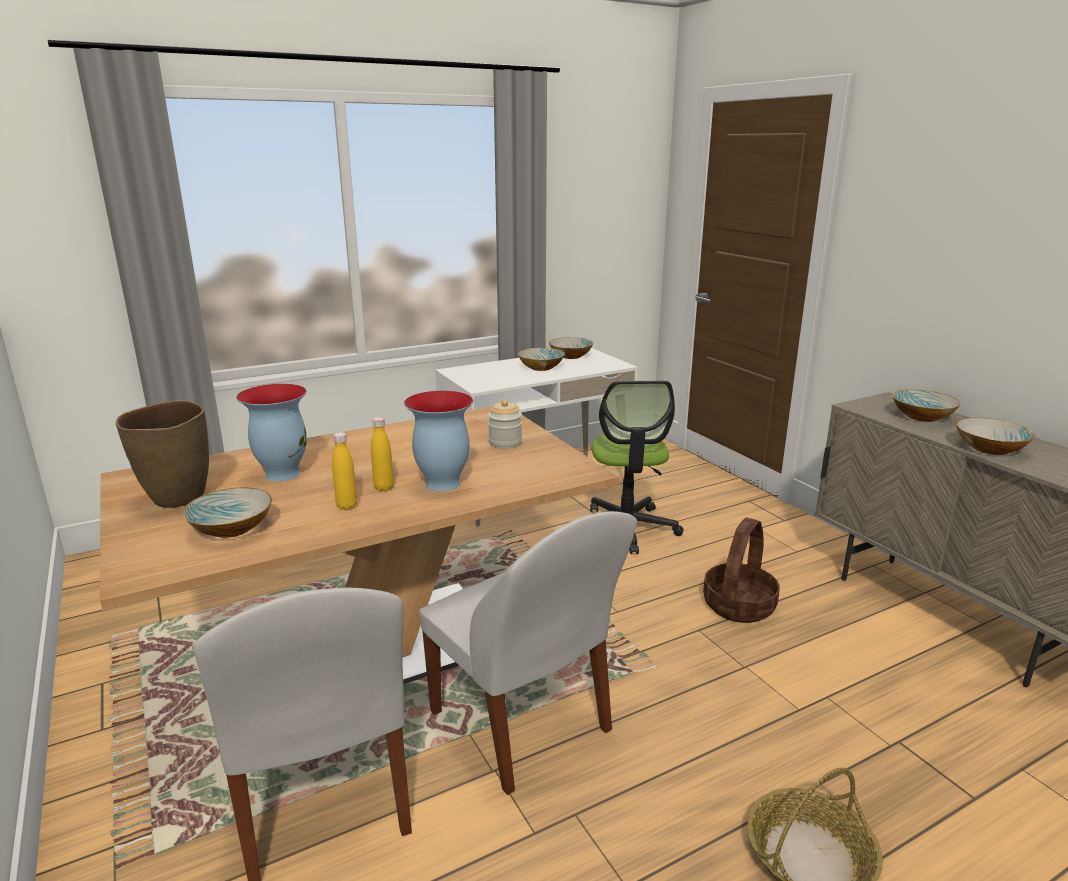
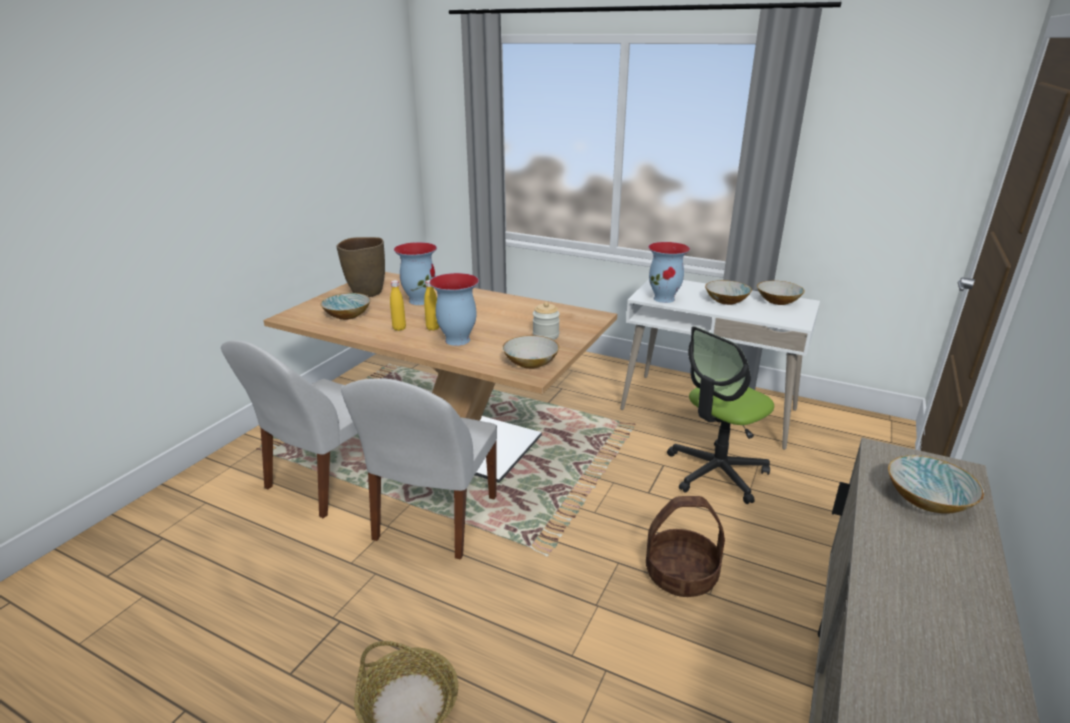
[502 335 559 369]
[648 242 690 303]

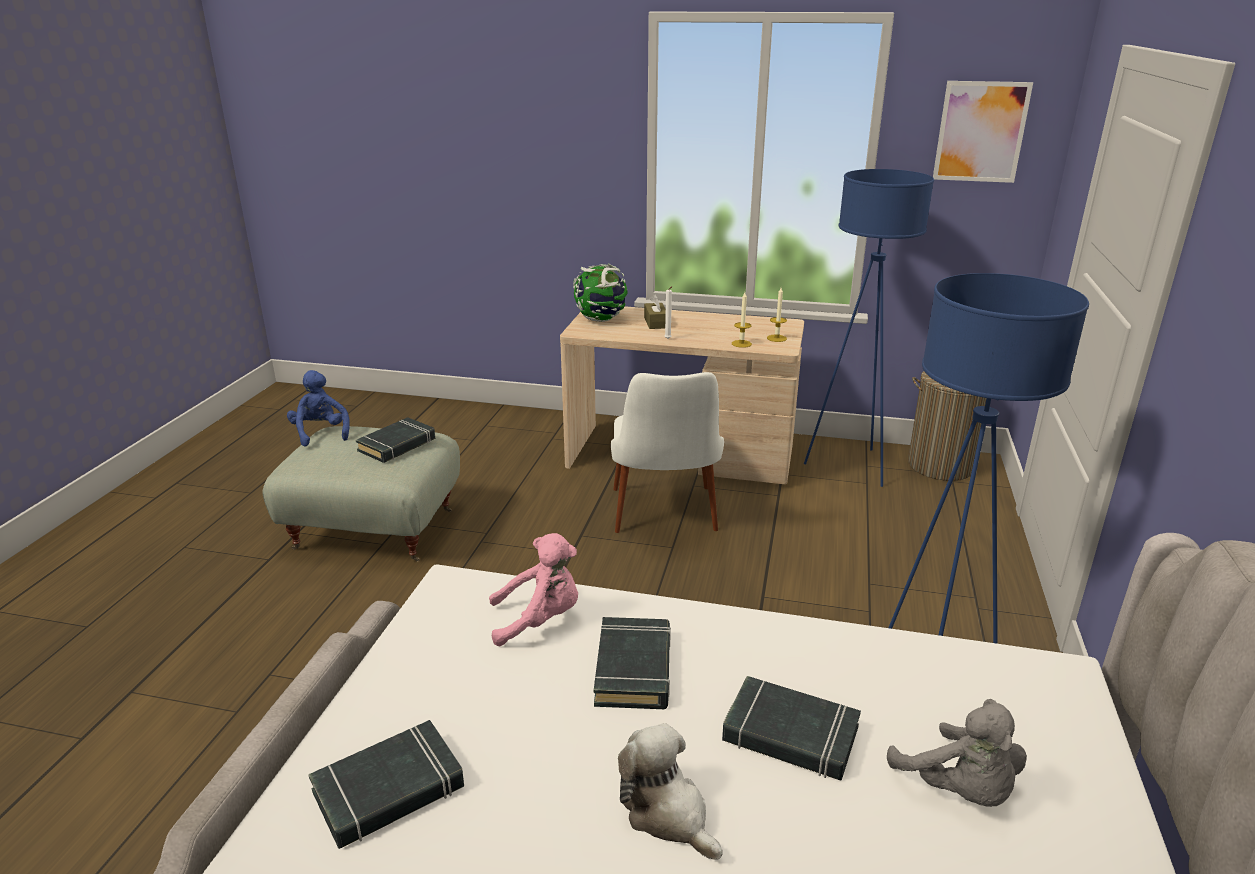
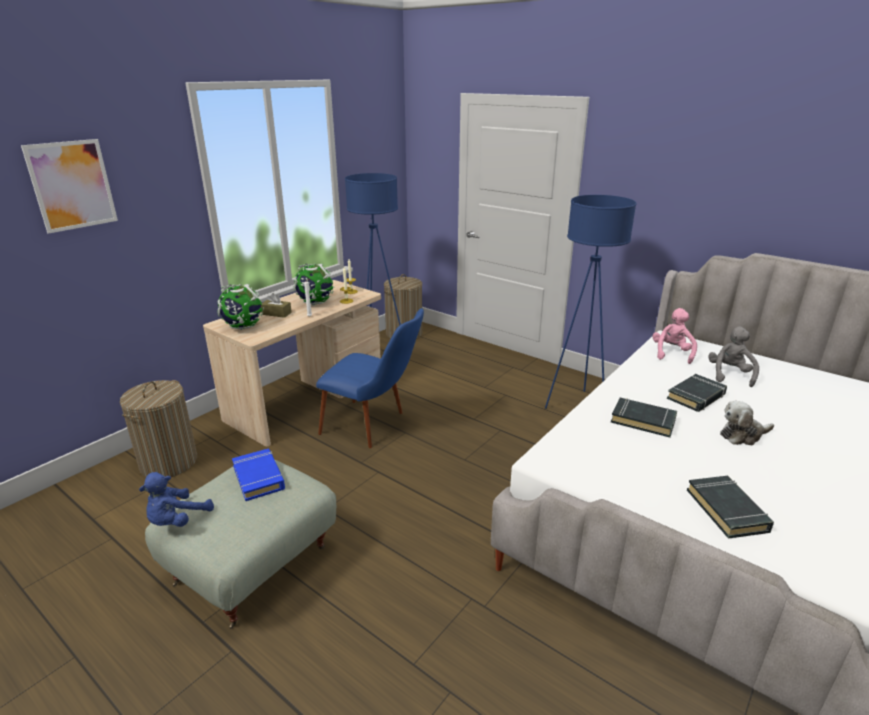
[21 139 118 234]
[120 380 197 477]
[139 472 214 527]
[232 449 285 501]
[294 263 335 305]
[316 308 424 448]
[653 308 697 364]
[708 326 759 387]

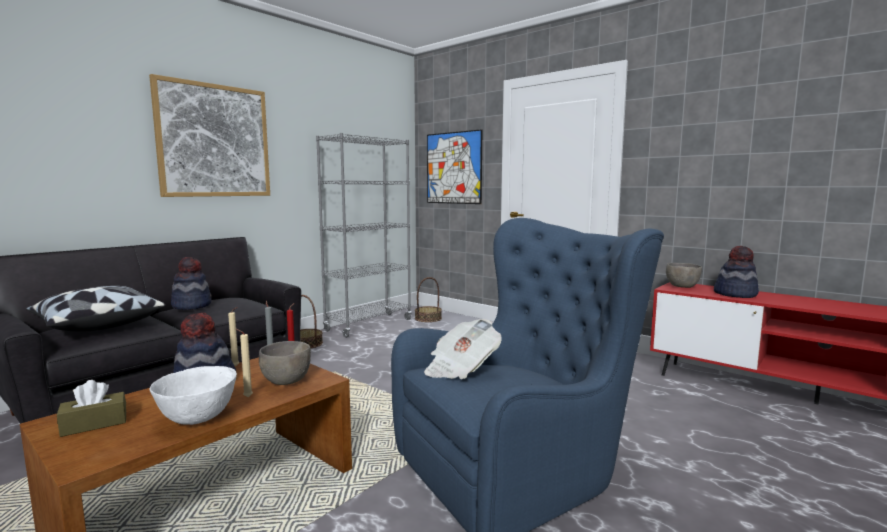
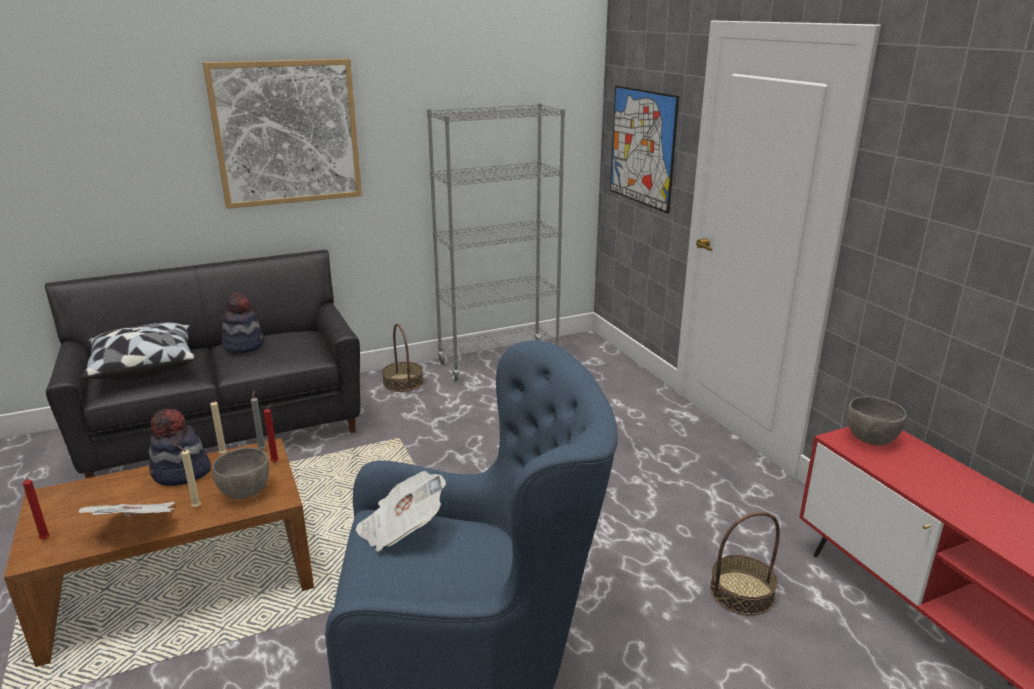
[23 471 50 540]
[78 502 175 517]
[710 512 780 616]
[57 380 126 437] (first image)
[714 246 759 298] (first image)

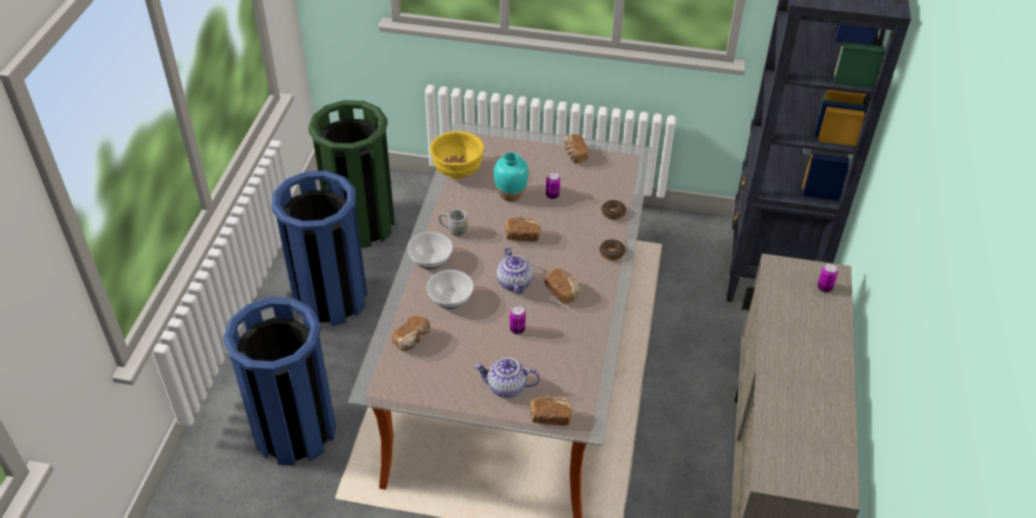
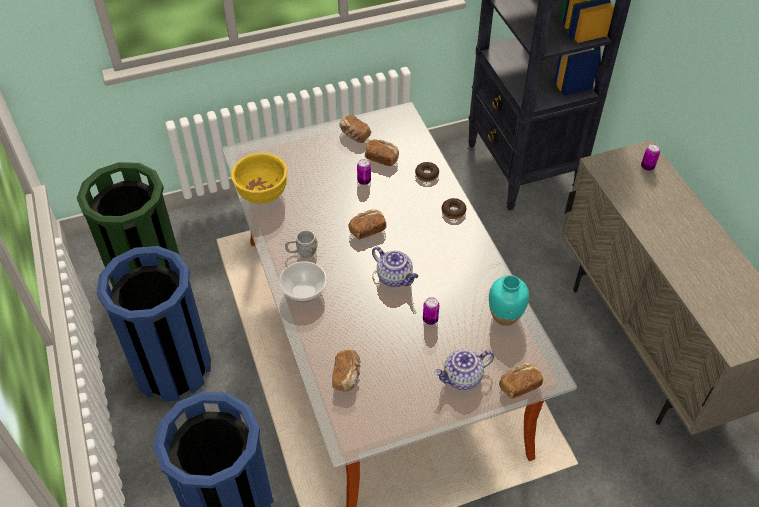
[365 139 399 166]
[489 275 529 326]
[427 270 474 309] (first image)

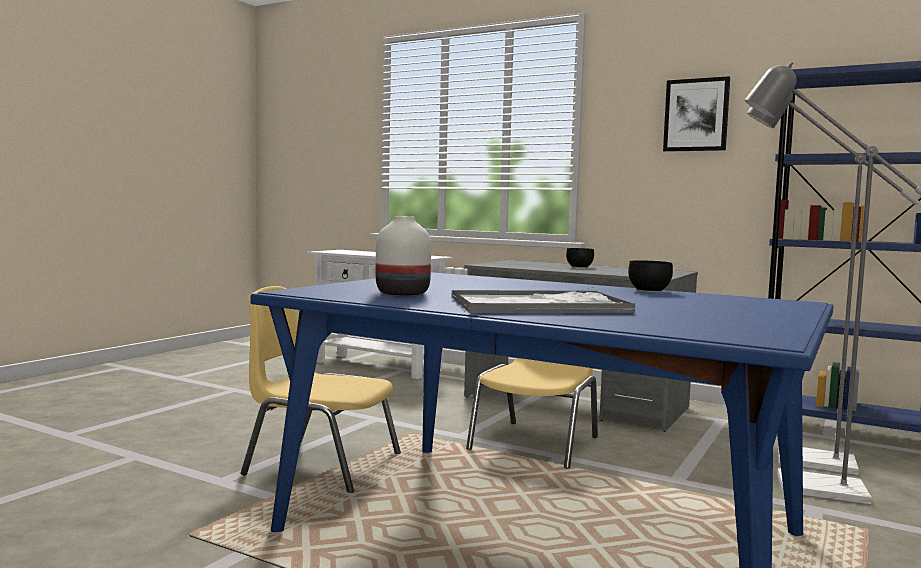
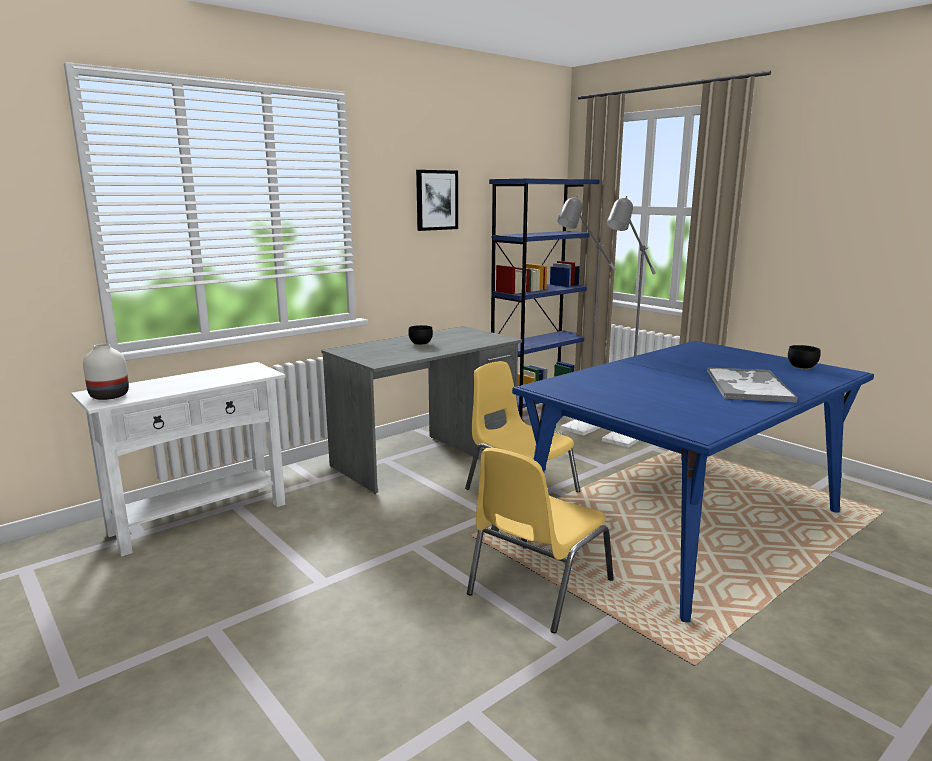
[83 344 129 400]
[788 345 821 369]

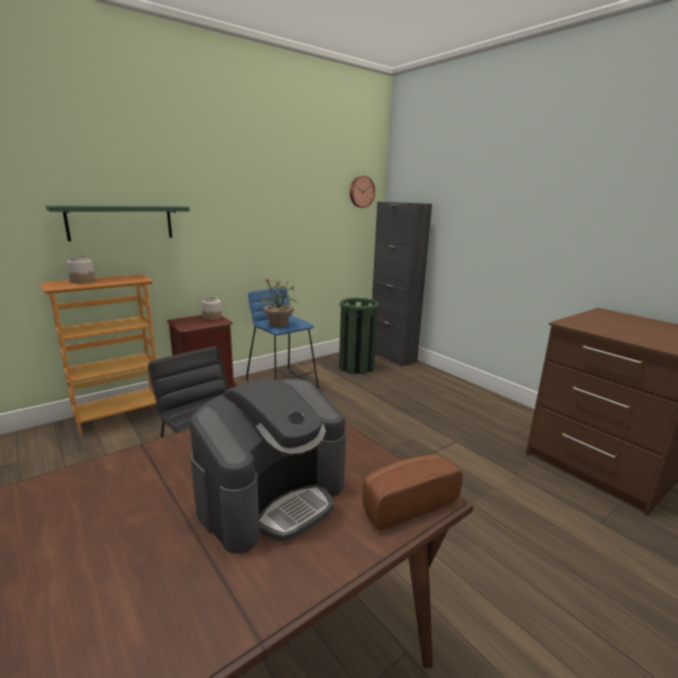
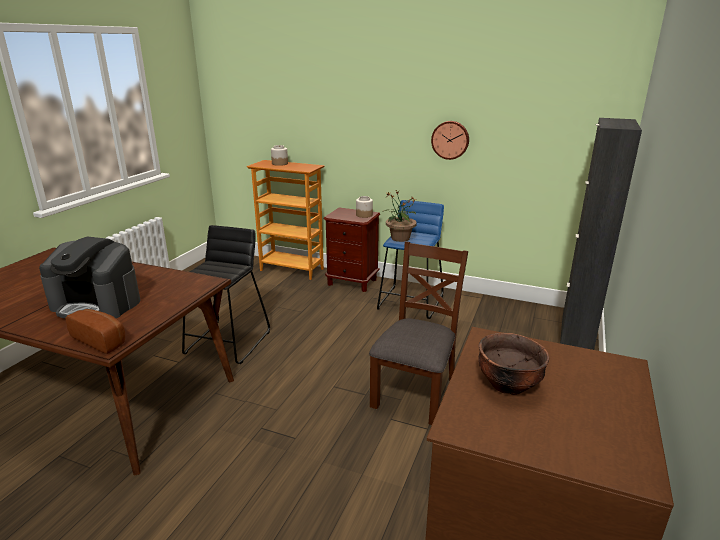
[369 242 468 425]
[431 121 469 160]
[478 333 549 395]
[46 205 190 241] (first image)
[339 298 379 375] (first image)

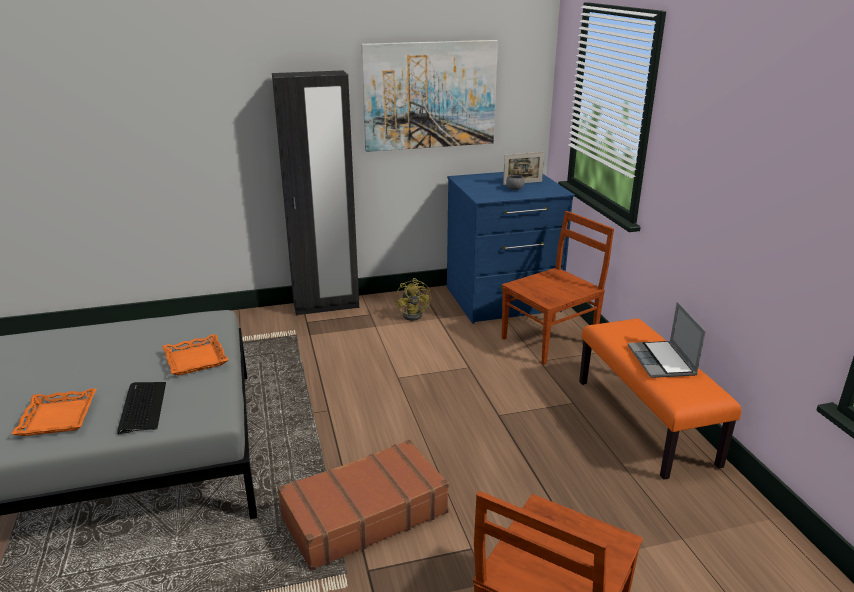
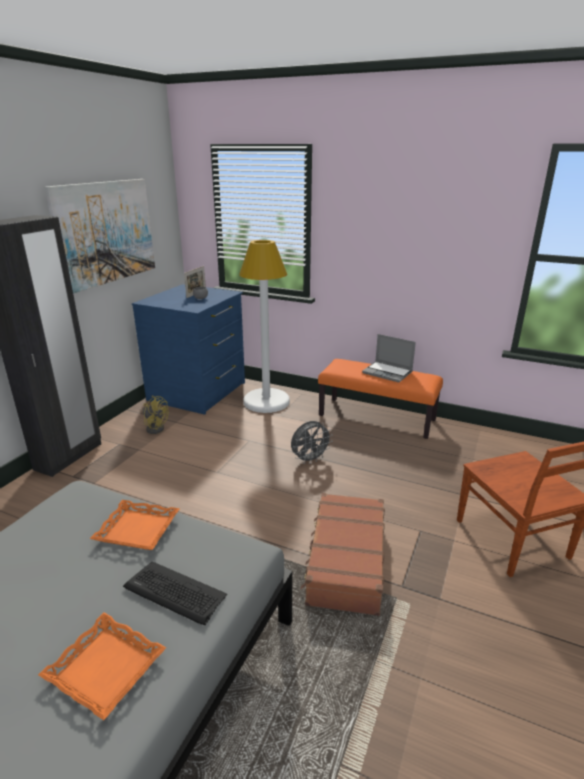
[239 240 290 413]
[291 421 333 464]

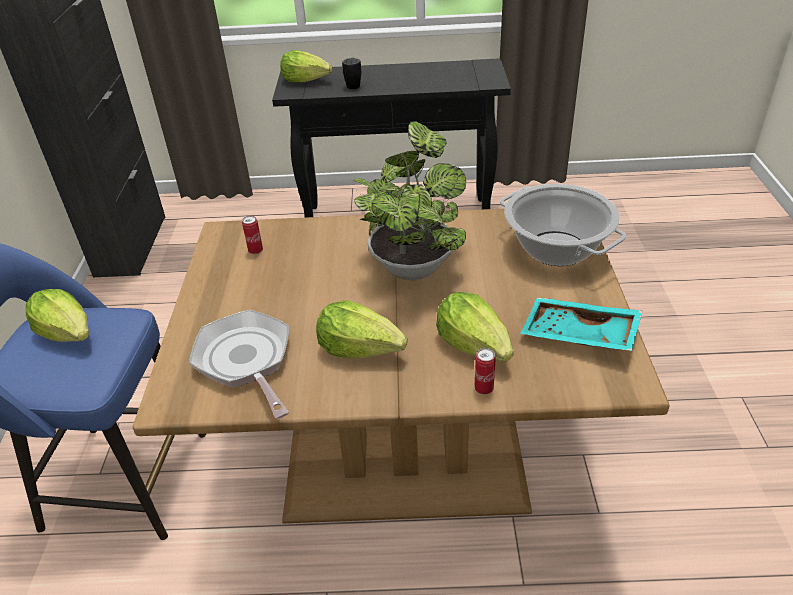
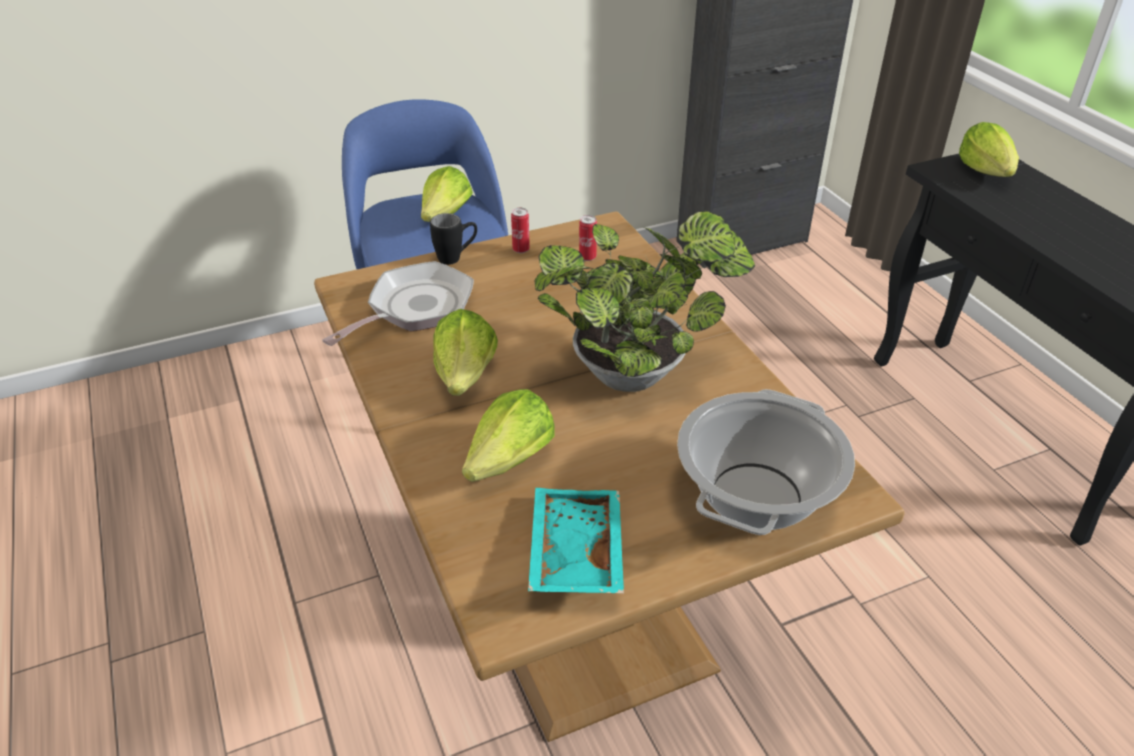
[430 213 477 265]
[511 207 530 253]

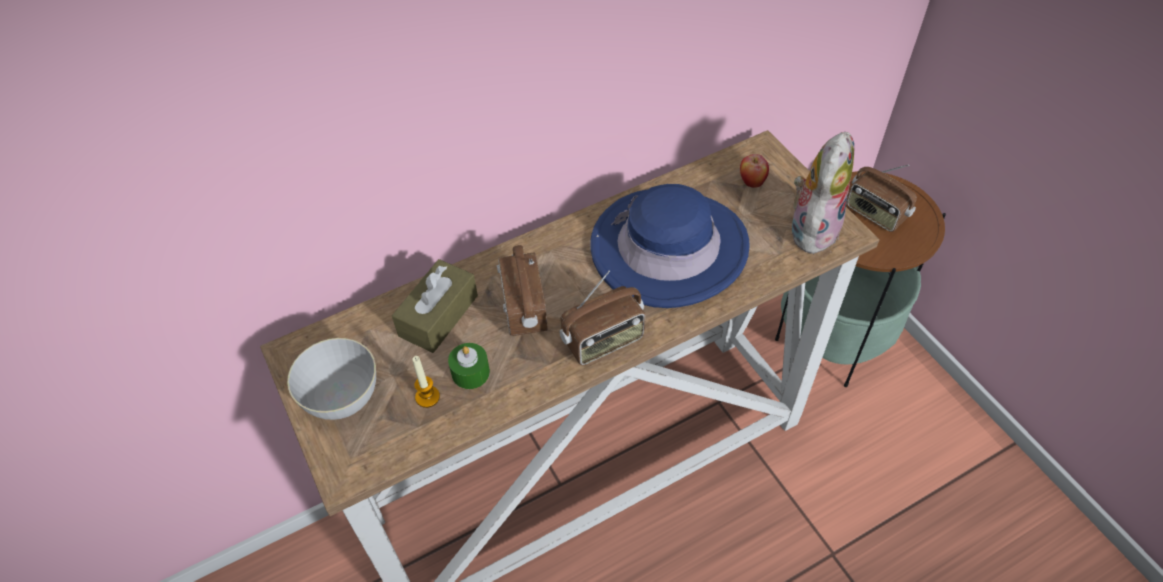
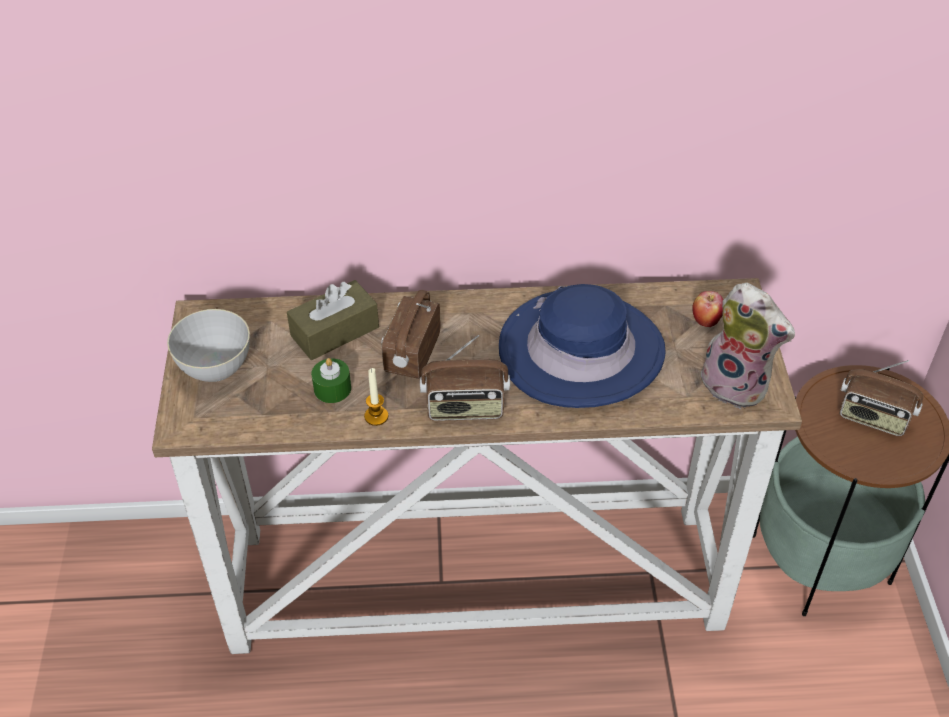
[364 368 388 426]
[698 283 795 409]
[839 360 923 436]

